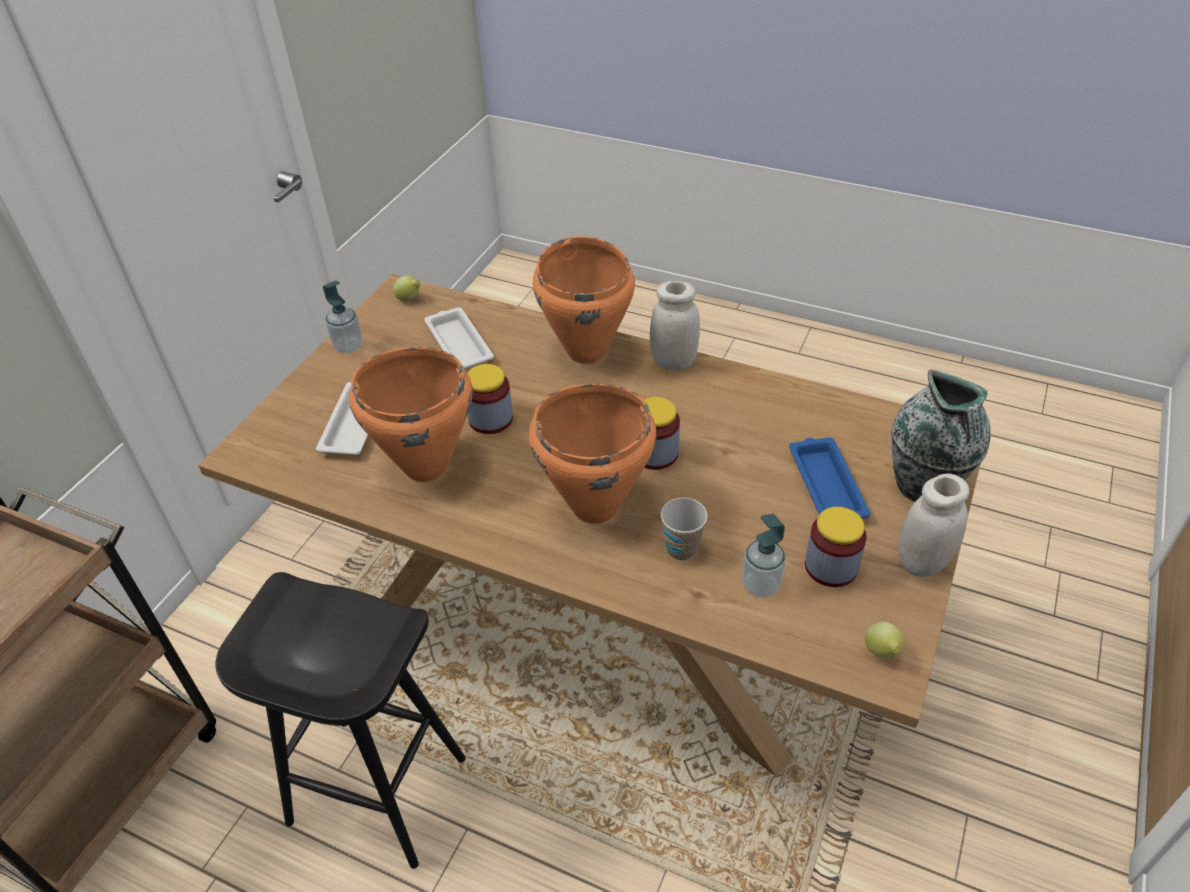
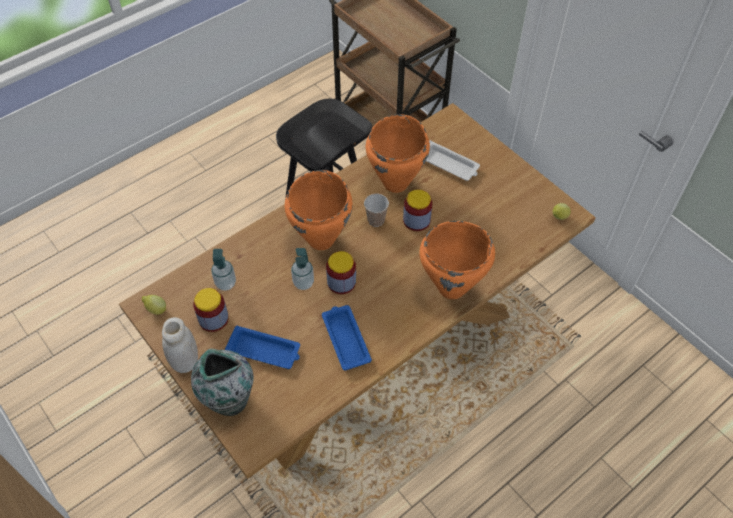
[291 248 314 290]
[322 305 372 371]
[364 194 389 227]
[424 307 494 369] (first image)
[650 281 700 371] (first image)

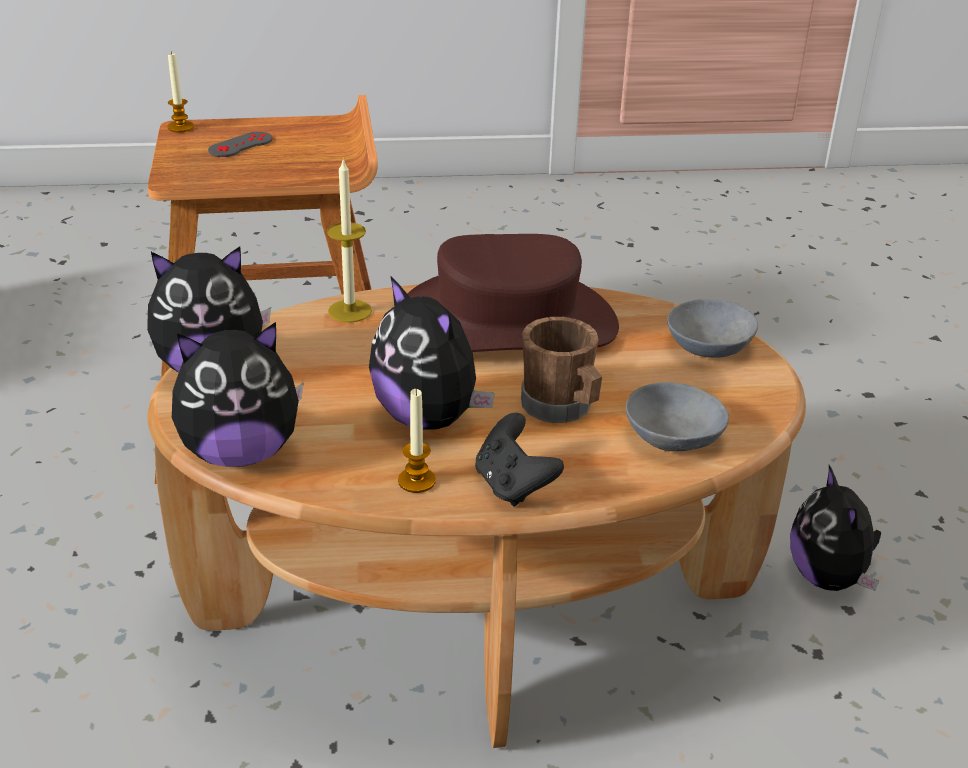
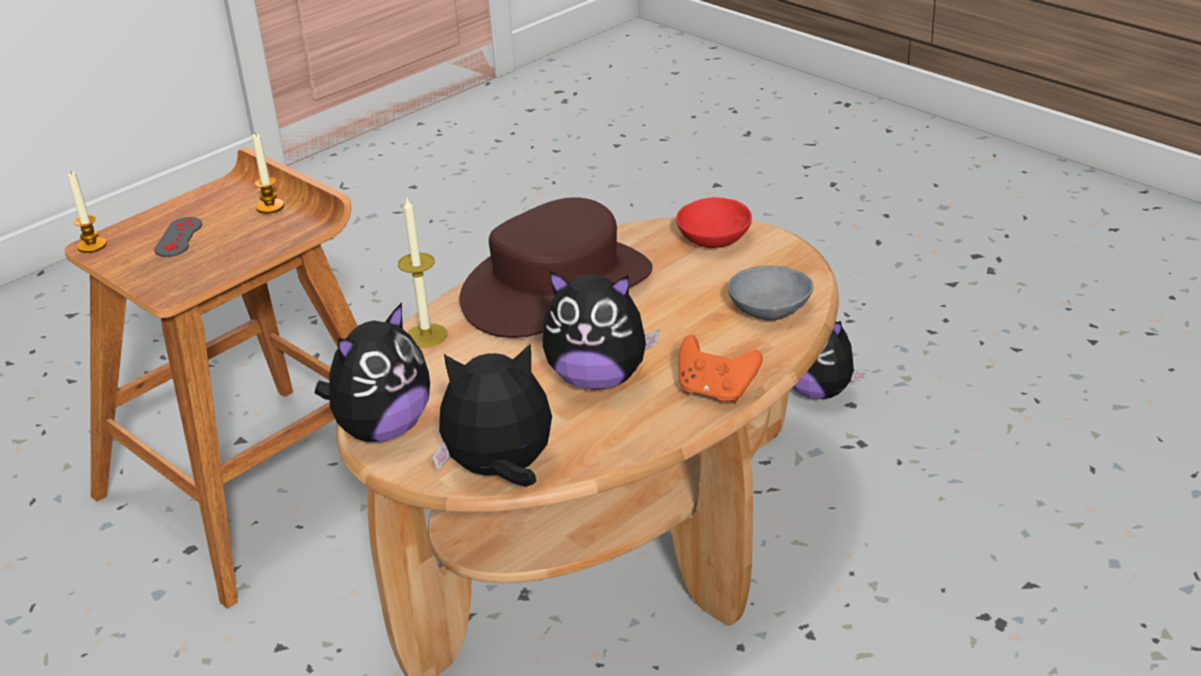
[252 134 284 214]
[432 344 552 487]
[676 197 752 248]
[678 335 763 404]
[521 317 602 423] (first image)

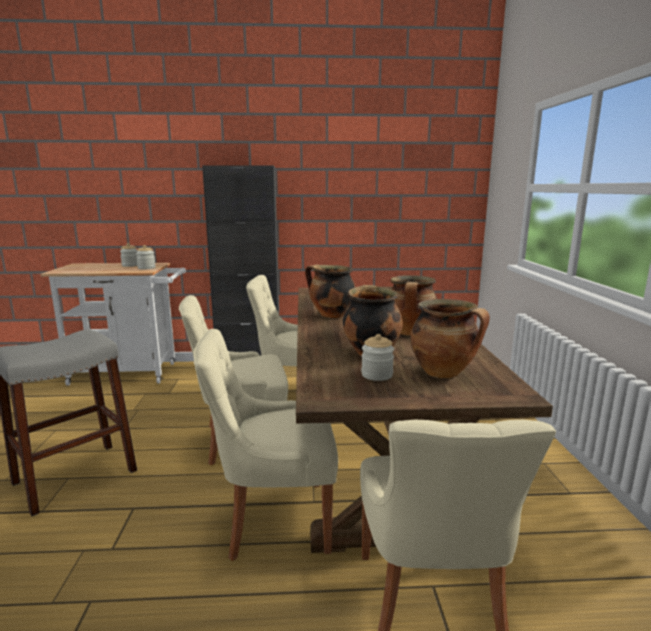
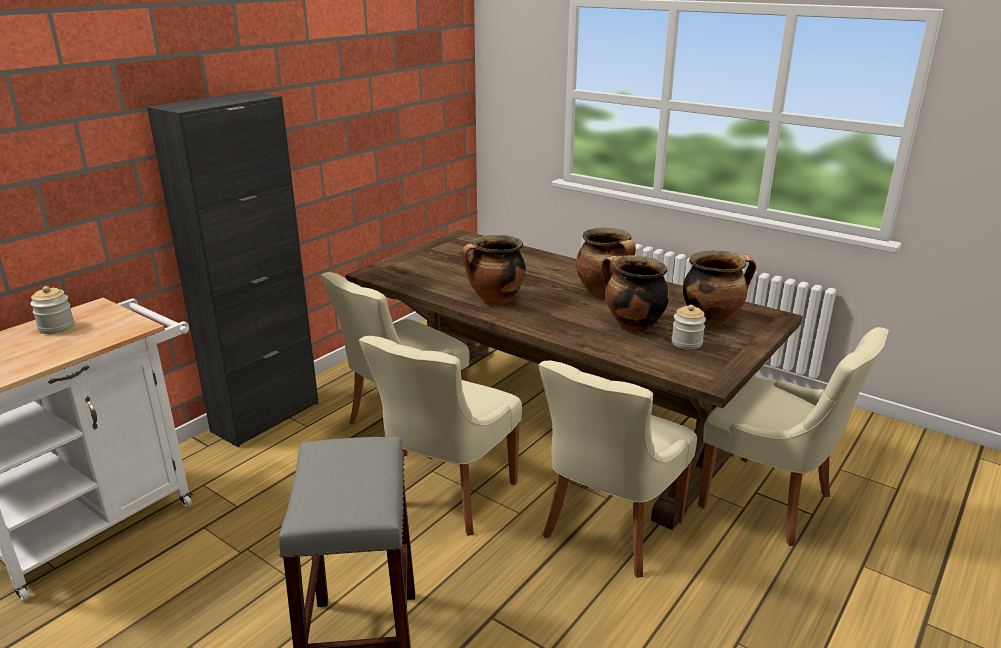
[136 245 156 269] (first image)

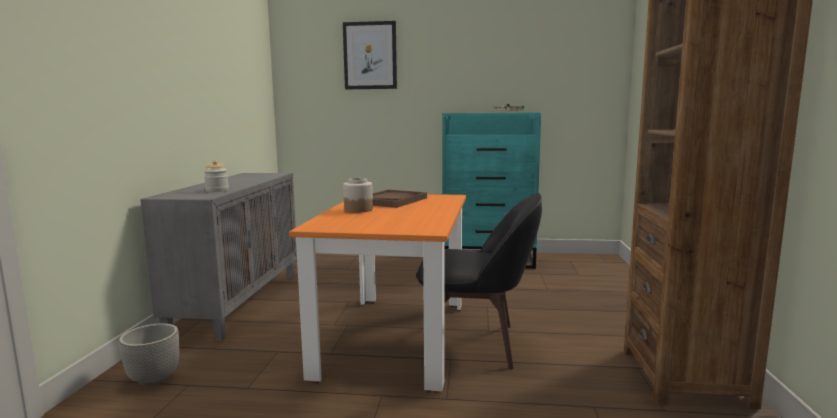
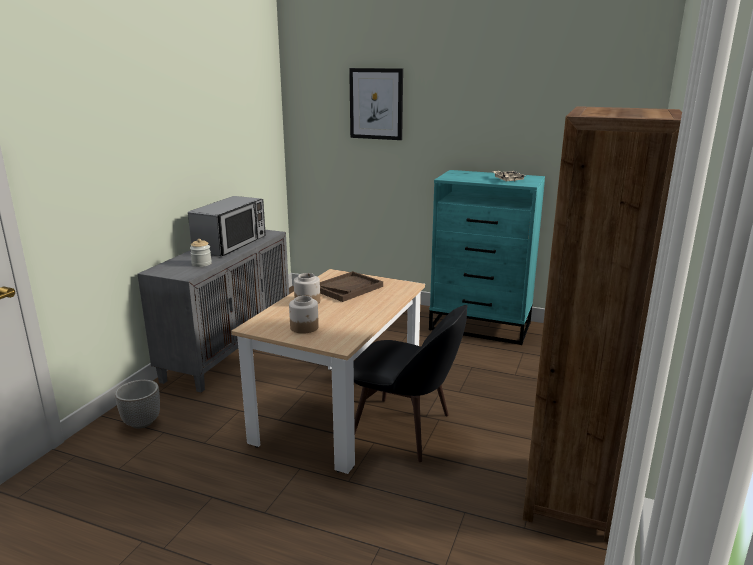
[188 196 266 256]
[231 269 425 474]
[289 296 319 334]

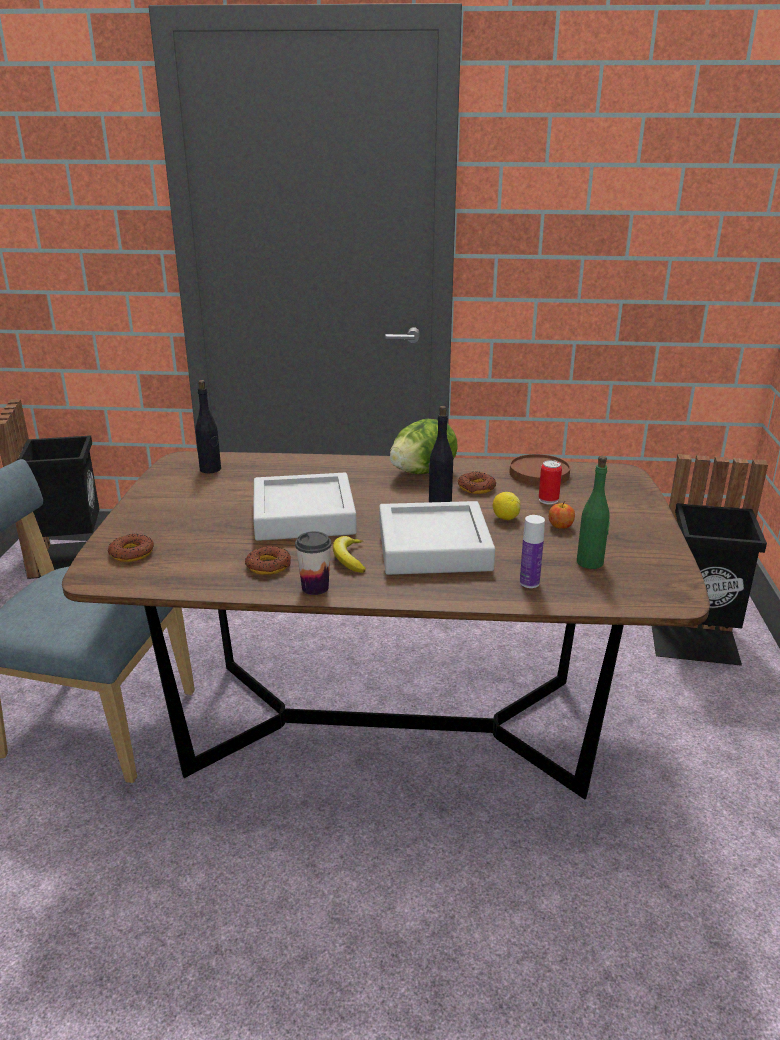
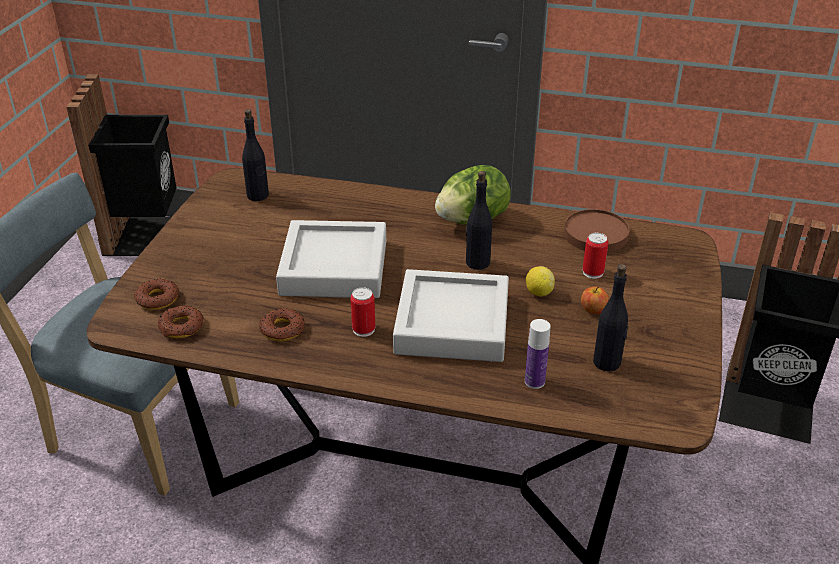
[157 306 204 338]
[350 287 375 337]
[593 264 628 371]
[295 531 332 595] (first image)

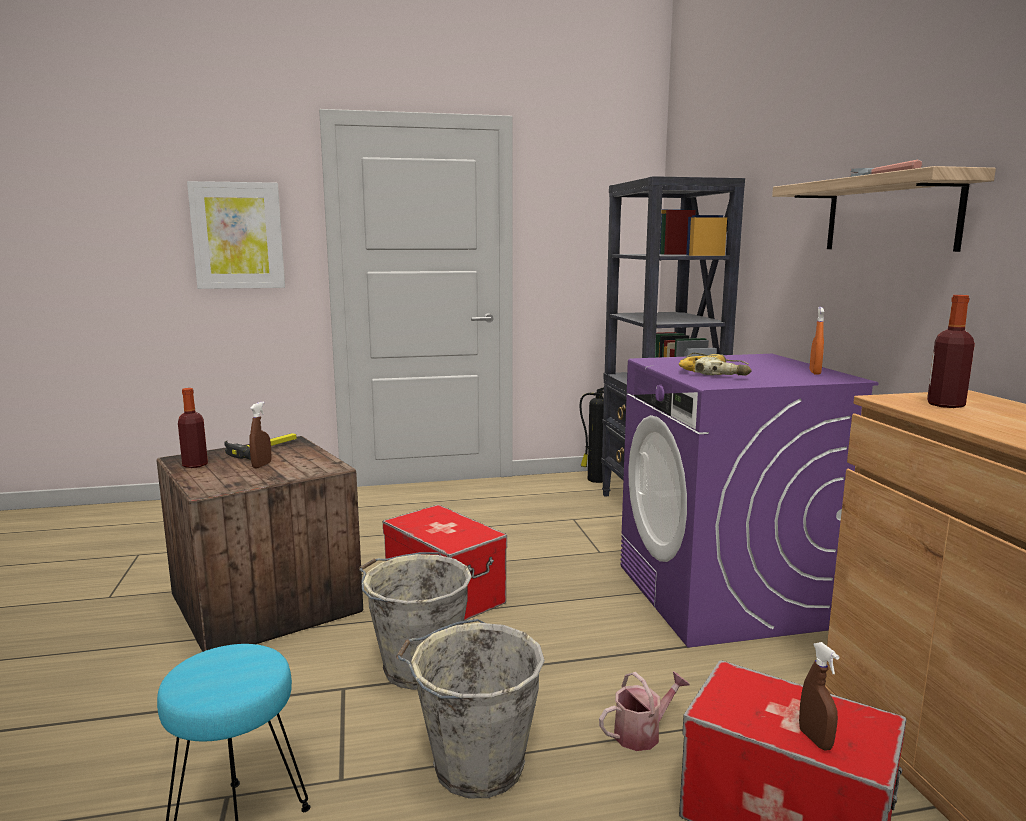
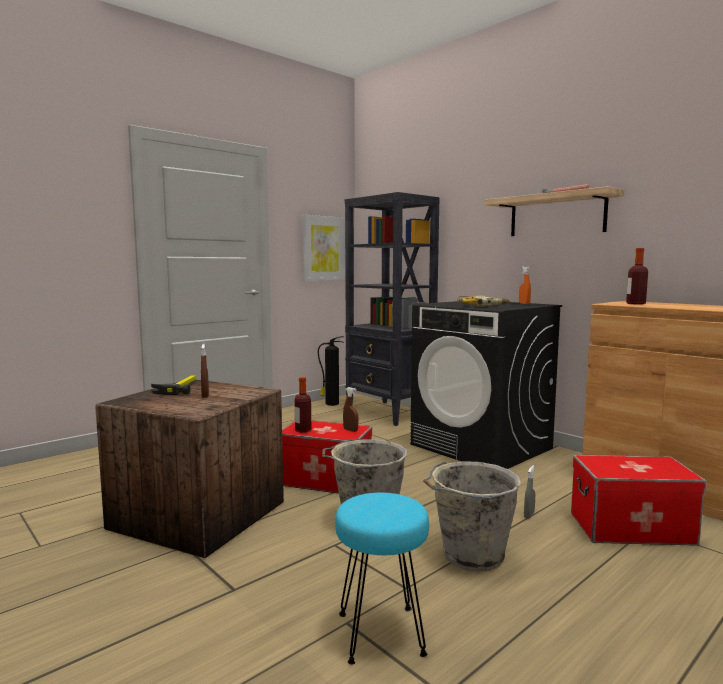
[295 377 311 433]
[302 215 345 281]
[343 387 359 432]
[410 301 562 469]
[524 465 535 519]

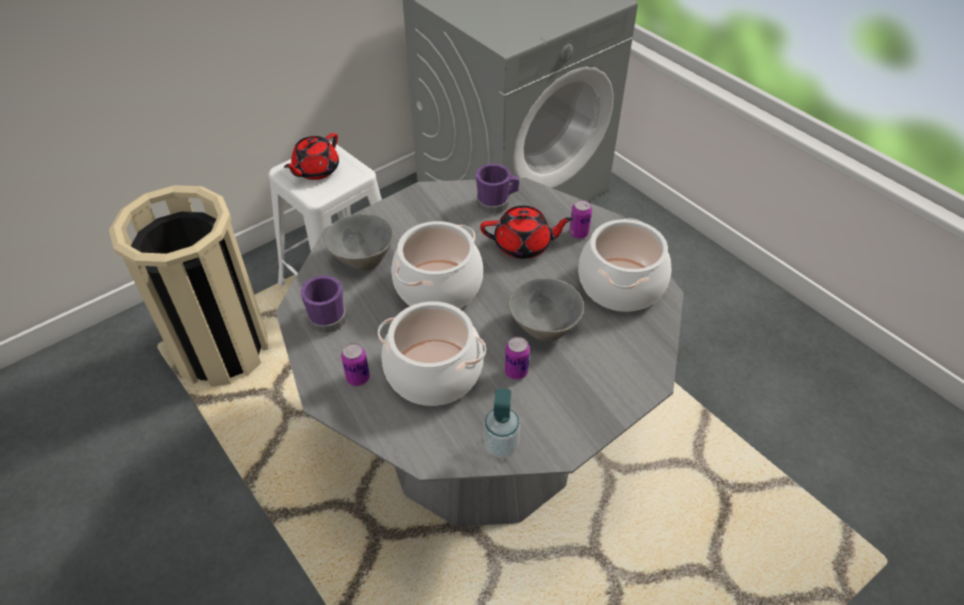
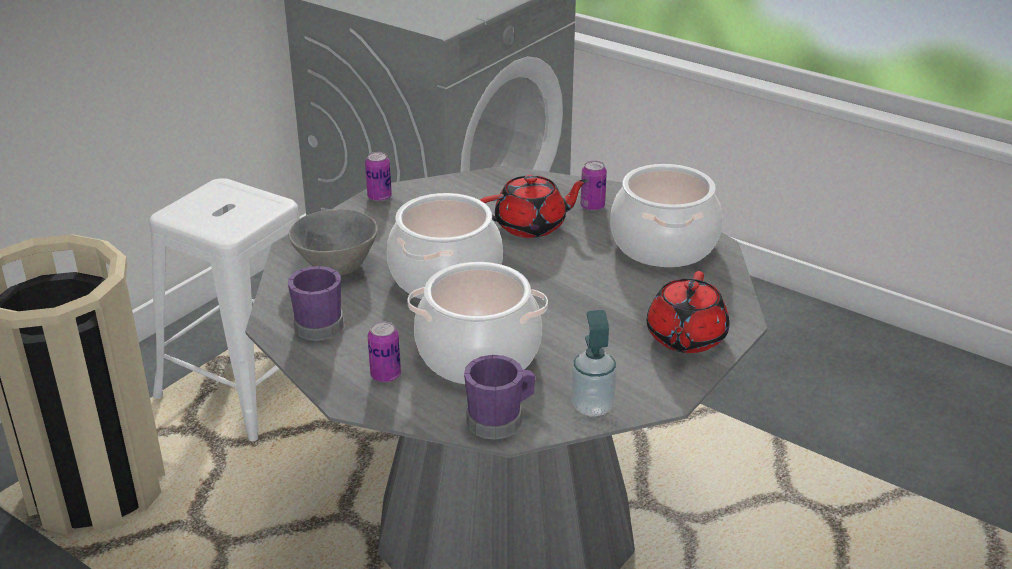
[365 152 392 202]
[464 355 535 439]
[647 271 730 353]
[509 278 584 342] (first image)

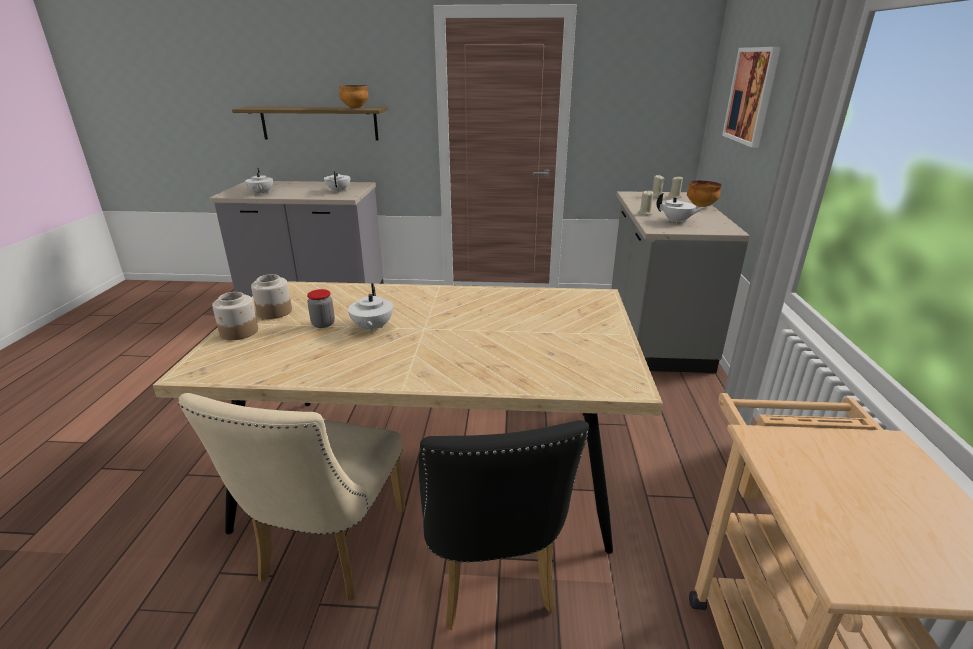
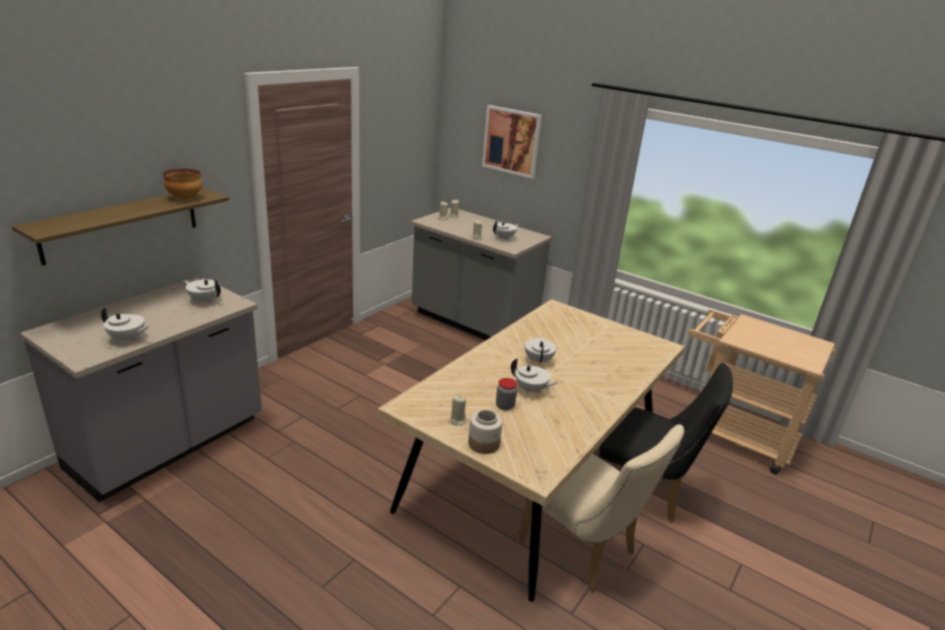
[449 395 466 426]
[525 334 557 364]
[687 181 722 207] (first image)

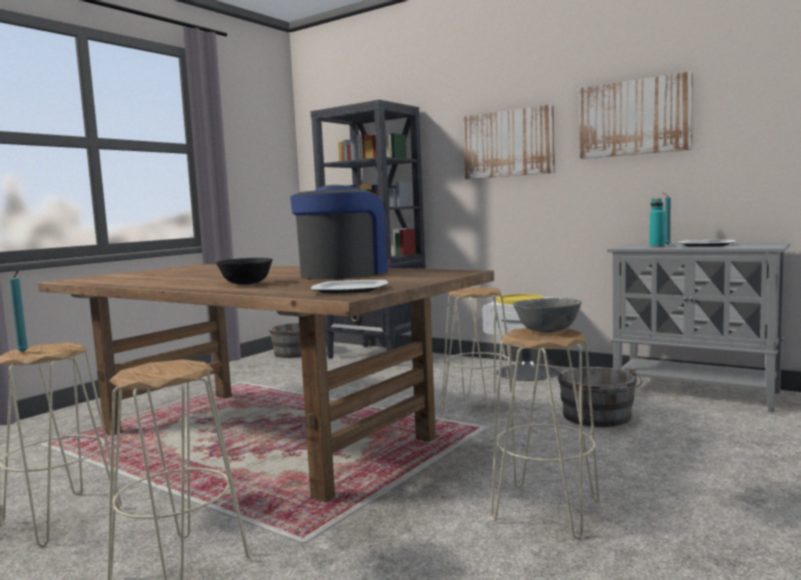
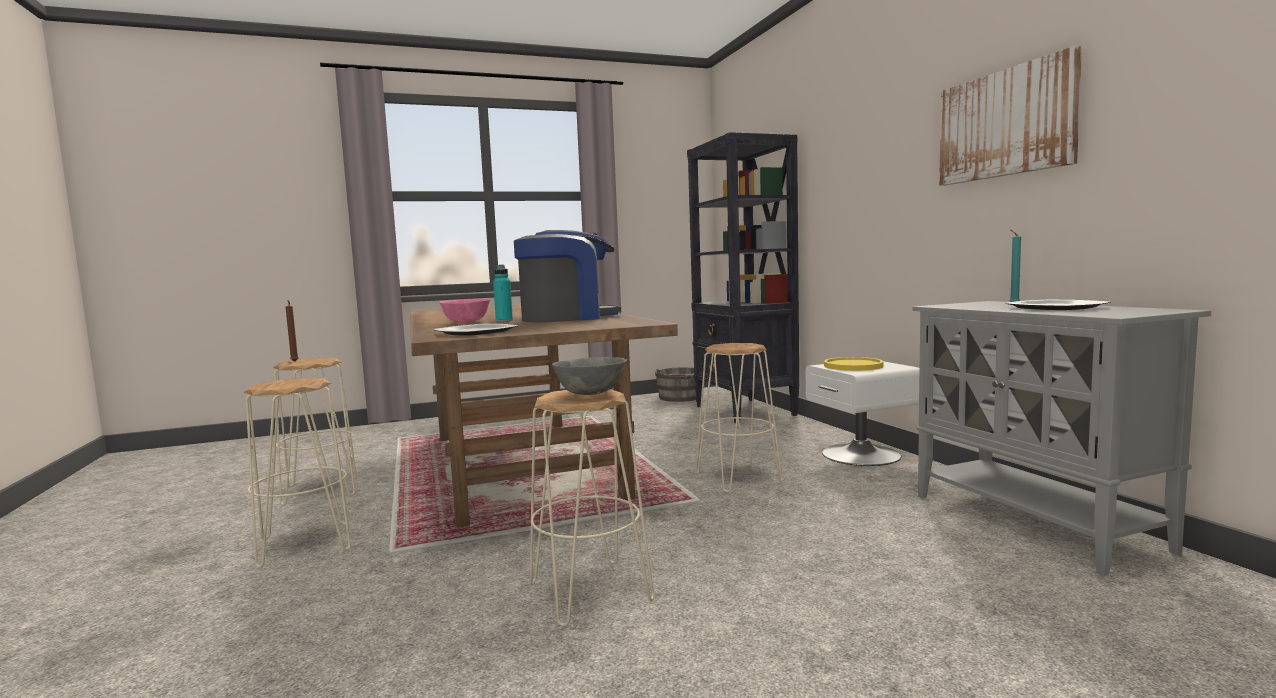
[285 300 299 362]
[439 299 490 323]
[493 265 513 322]
[463 104 555 179] (first image)
[557 366 642 427] (first image)

